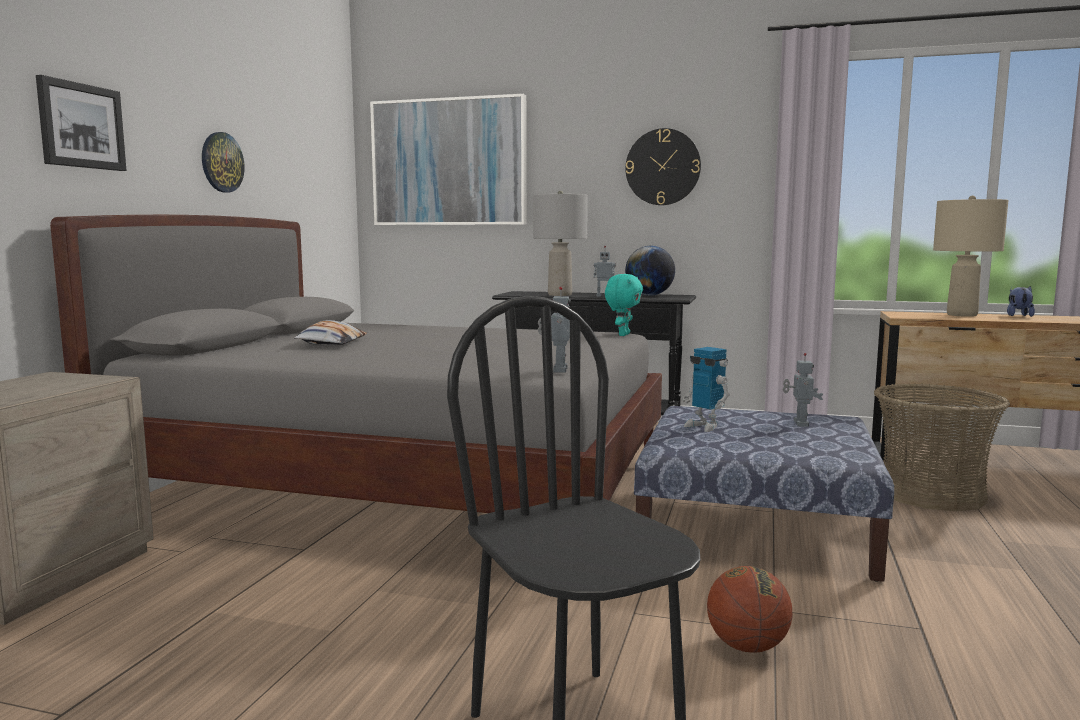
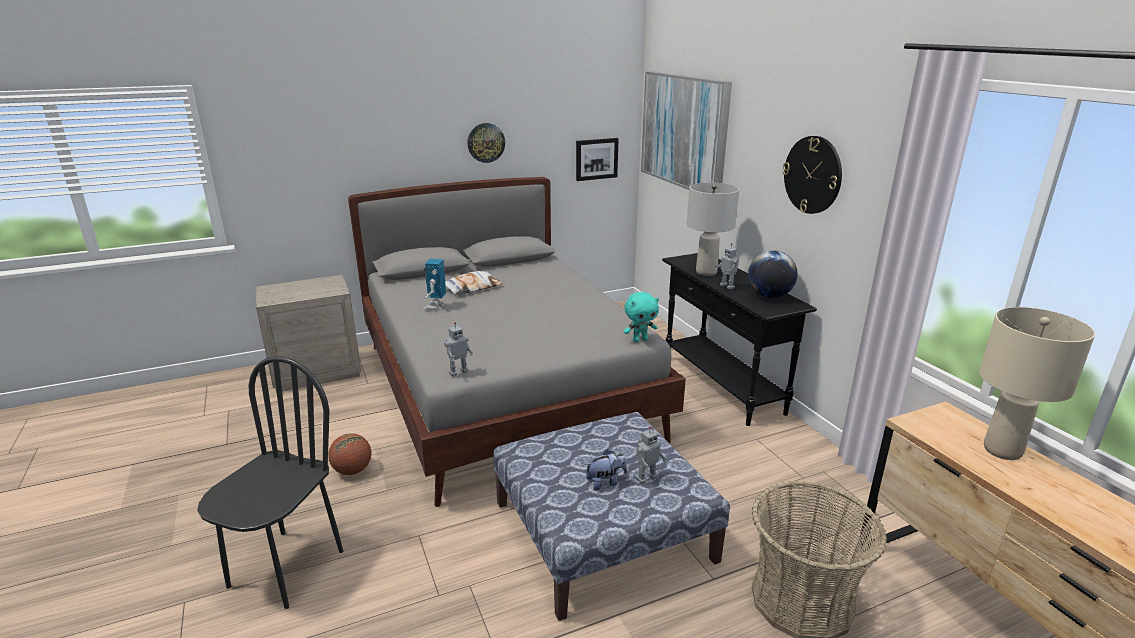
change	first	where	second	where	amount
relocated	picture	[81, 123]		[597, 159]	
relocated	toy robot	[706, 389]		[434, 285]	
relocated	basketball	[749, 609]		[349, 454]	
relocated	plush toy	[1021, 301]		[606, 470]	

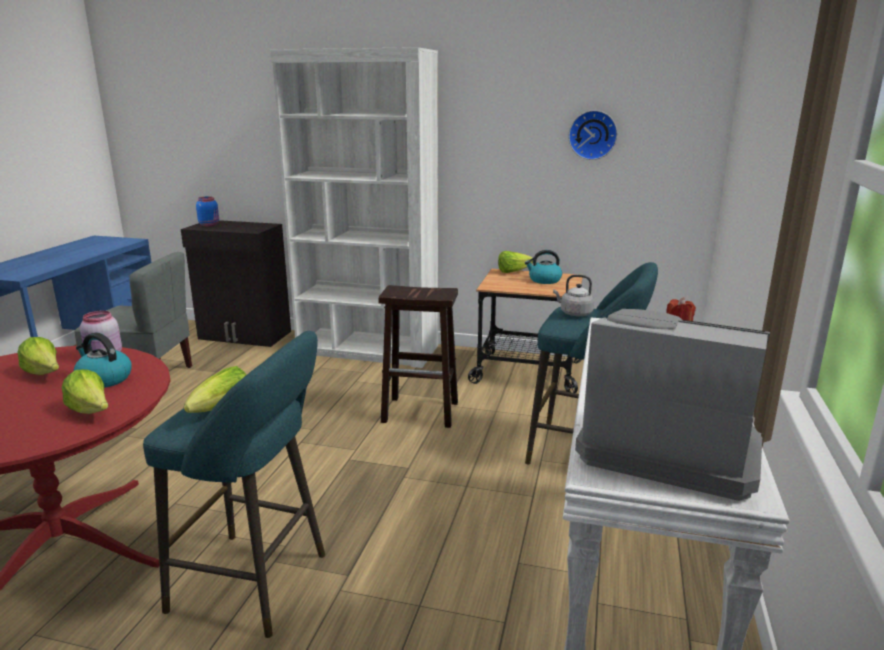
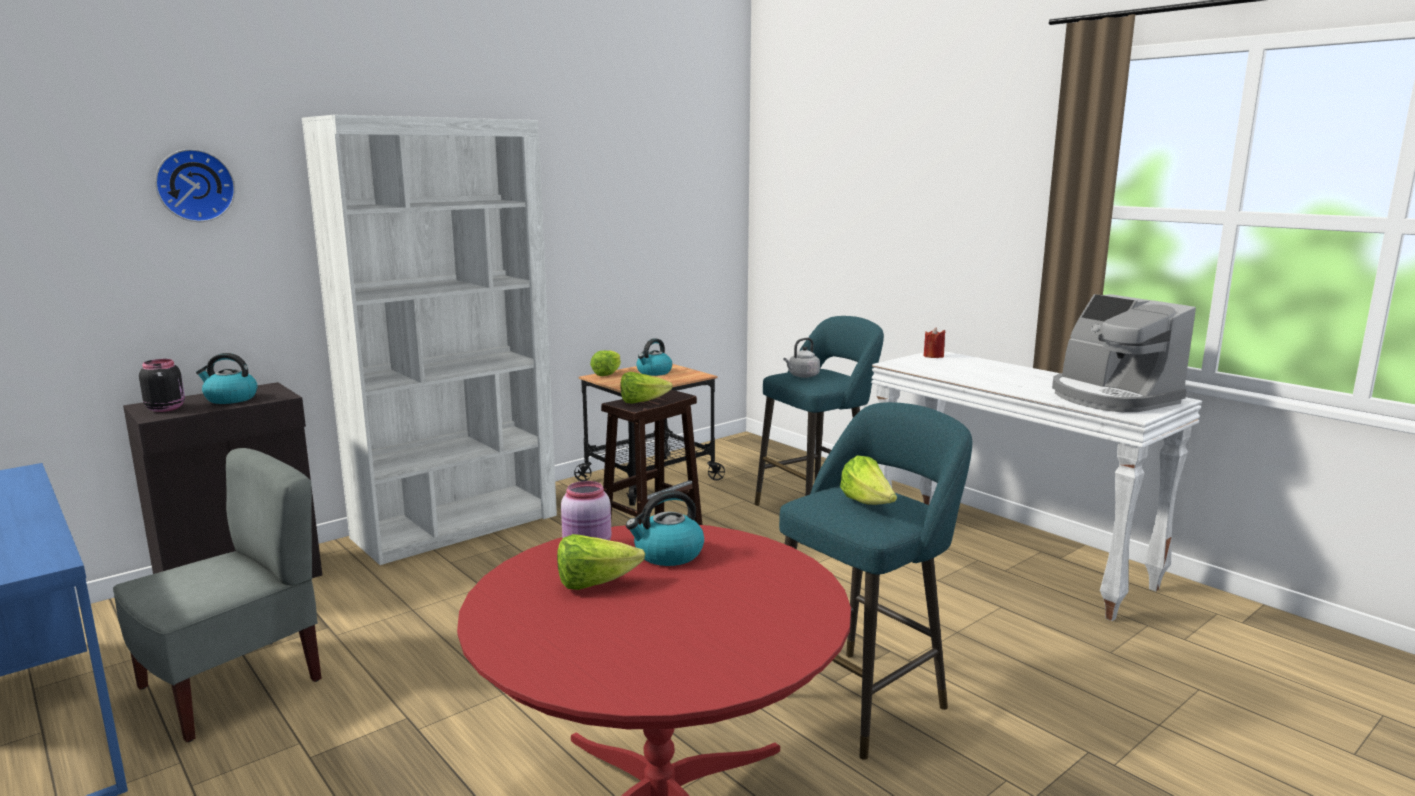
change	first	where	second	where	amount
relocated	lettuce	[85, 391]		[646, 388]	
colour	jar/blue	[207, 211]	jar/black	[162, 385]	
relocated	wall clock	[593, 135]		[195, 185]	
spun	coffee machine	[672, 405]		[1124, 353]	90 degrees counterclockwise
appeared			kettle	[227, 378]	

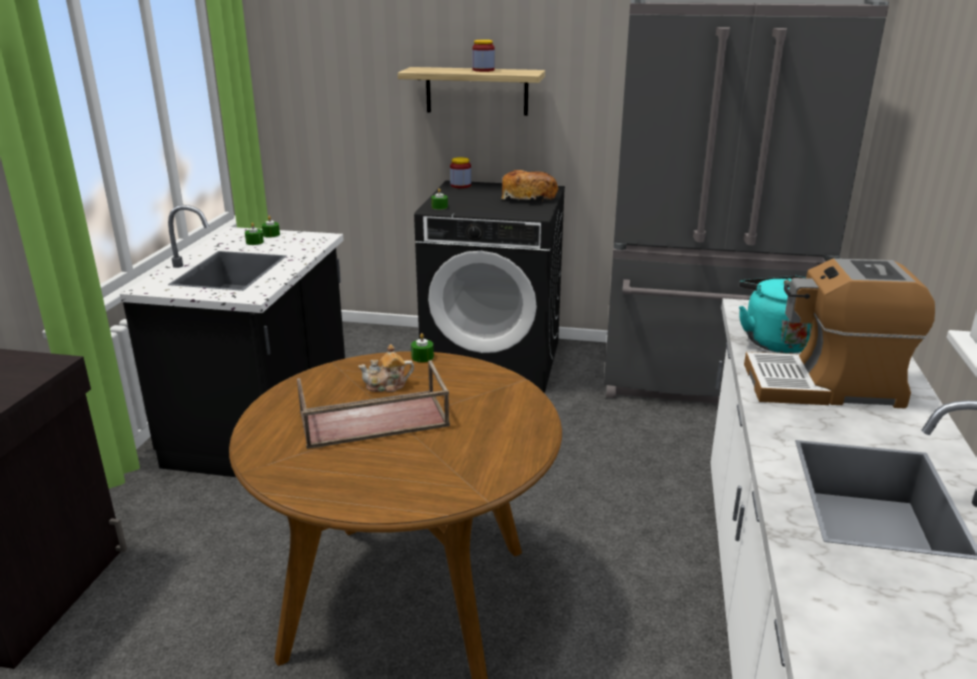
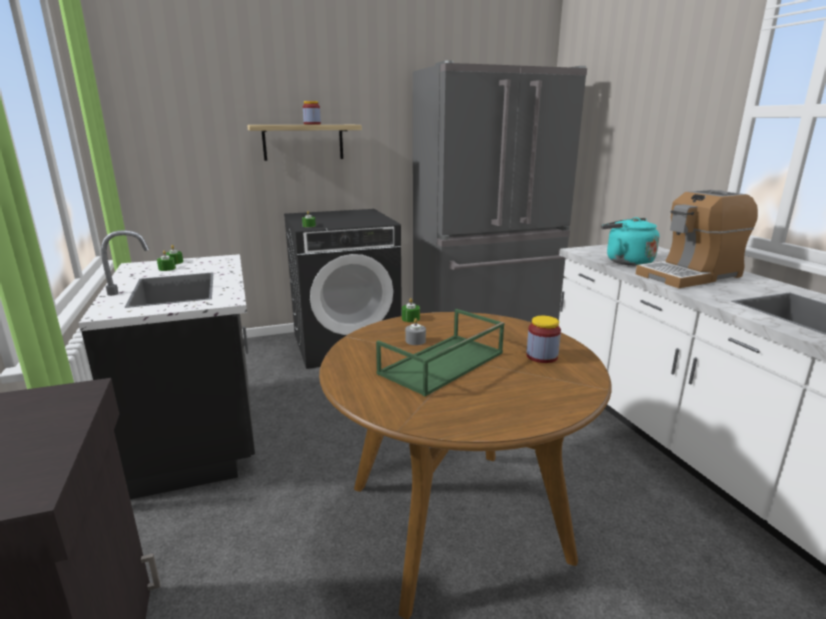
change	first	where	second	where	amount
colour	tray/brown	[373, 404]	tray/green	[440, 352]	
exchanged	teapot	[386, 368]	candle/grey	[415, 331]	
relocated	jar	[460, 172]		[543, 339]	
missing	bread	[530, 185]			

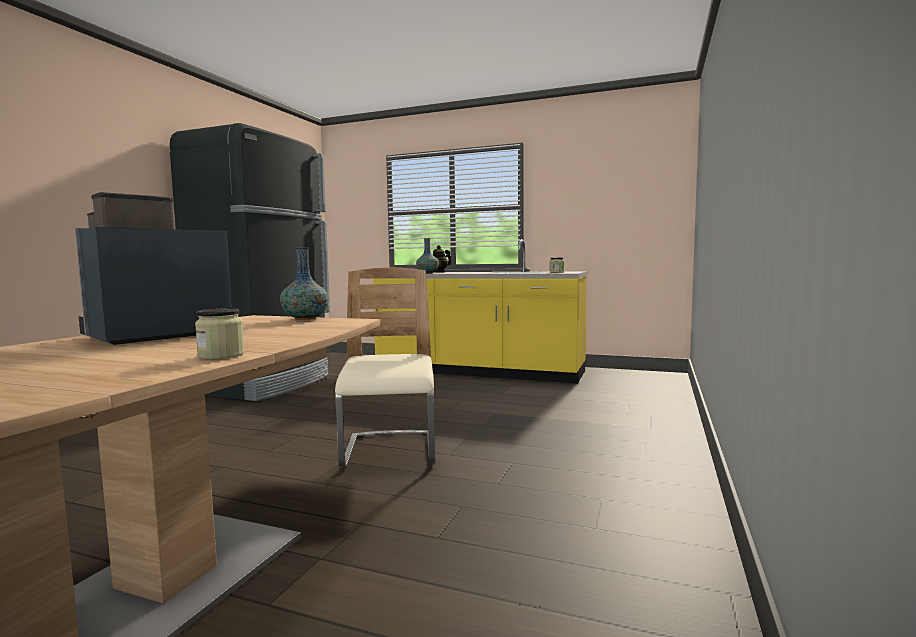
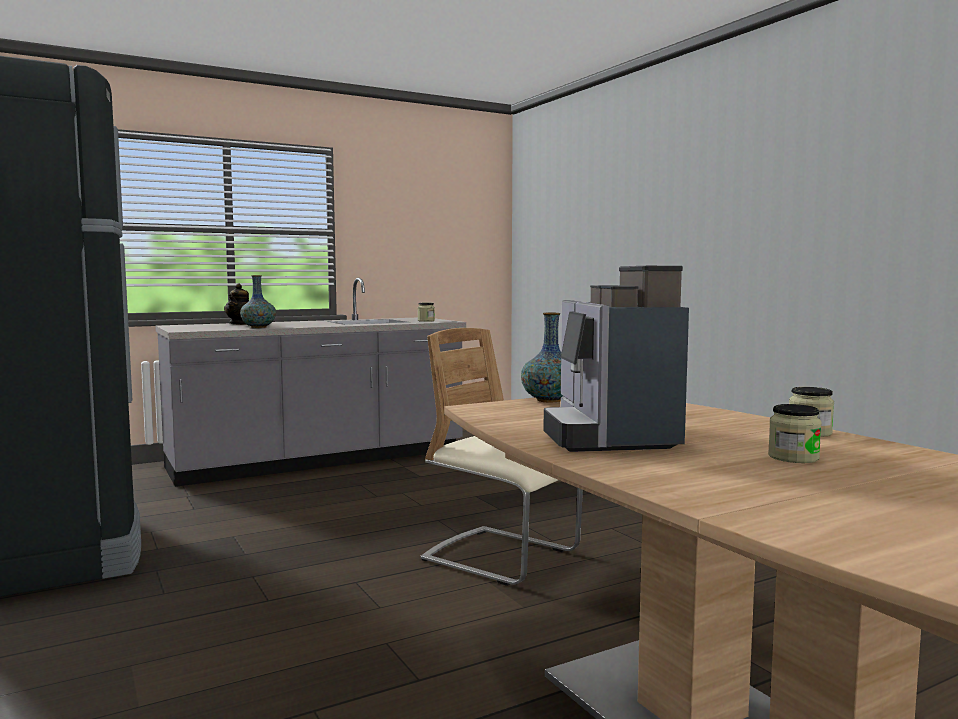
change	first	where	second	where	amount
colour	counter/yellow	[479, 311]	counter/grey	[310, 382]	
appeared			jar	[795, 433]	

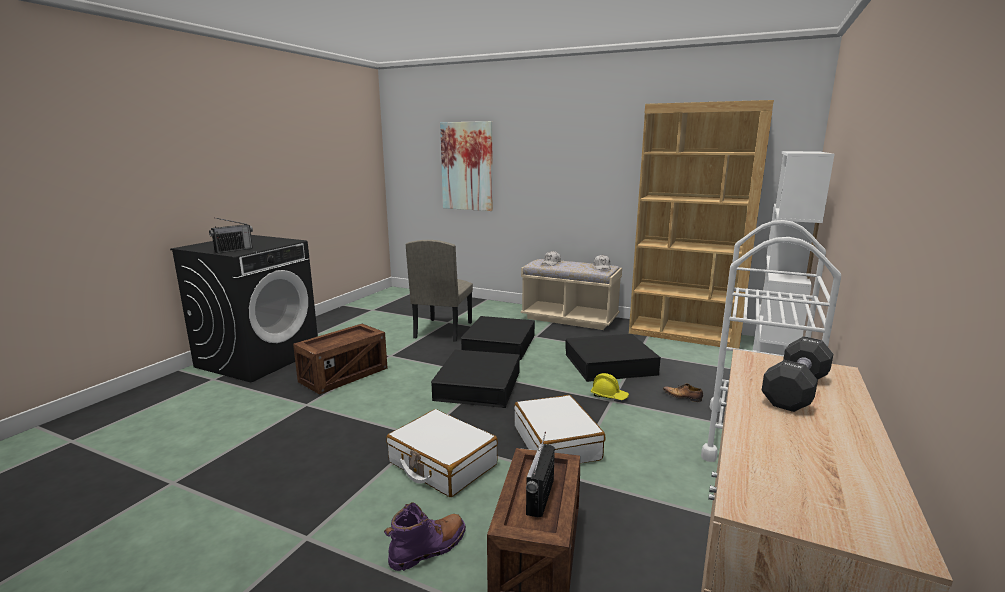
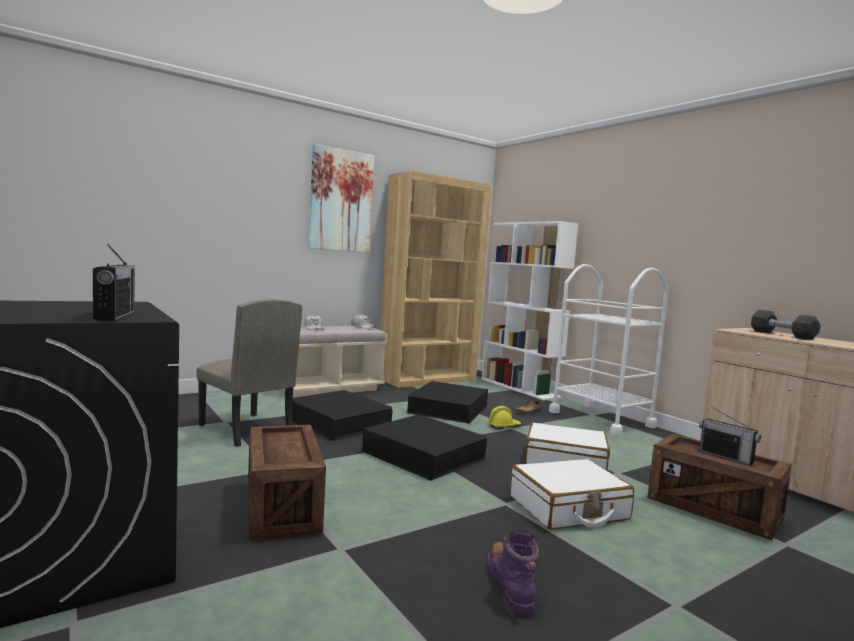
change	first	where	second	where	amount
relocated	boot/purple	[425, 536]		[513, 572]	
relocated	picture	[466, 166]		[341, 198]	

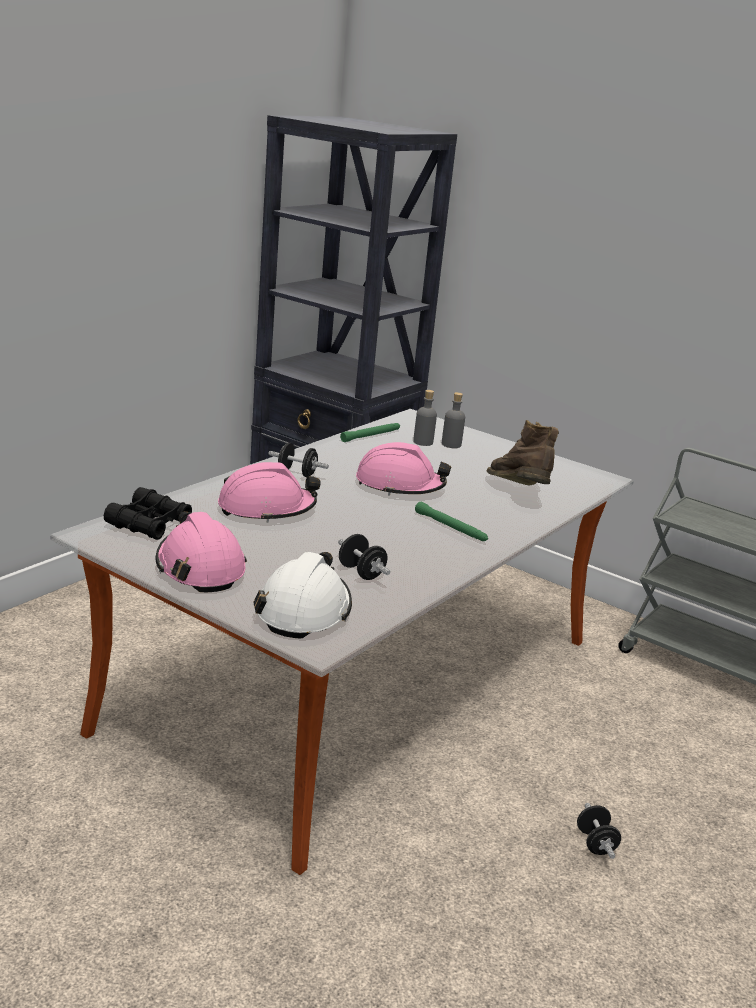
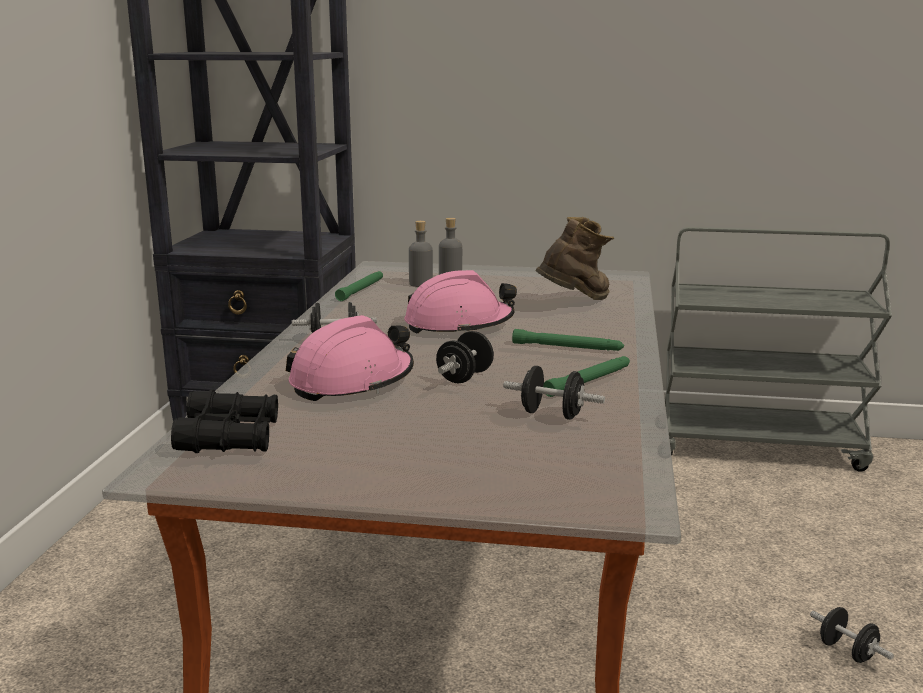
change	first	where	second	where	amount
missing	hard hat/pink	[201, 551]			
missing	hard hat/white	[302, 595]			
spun	boot/brown	[522, 452]		[574, 258]	90 degrees clockwise
appeared			dumbbell/black	[465, 357]	
appeared			flashlight/green	[587, 376]	

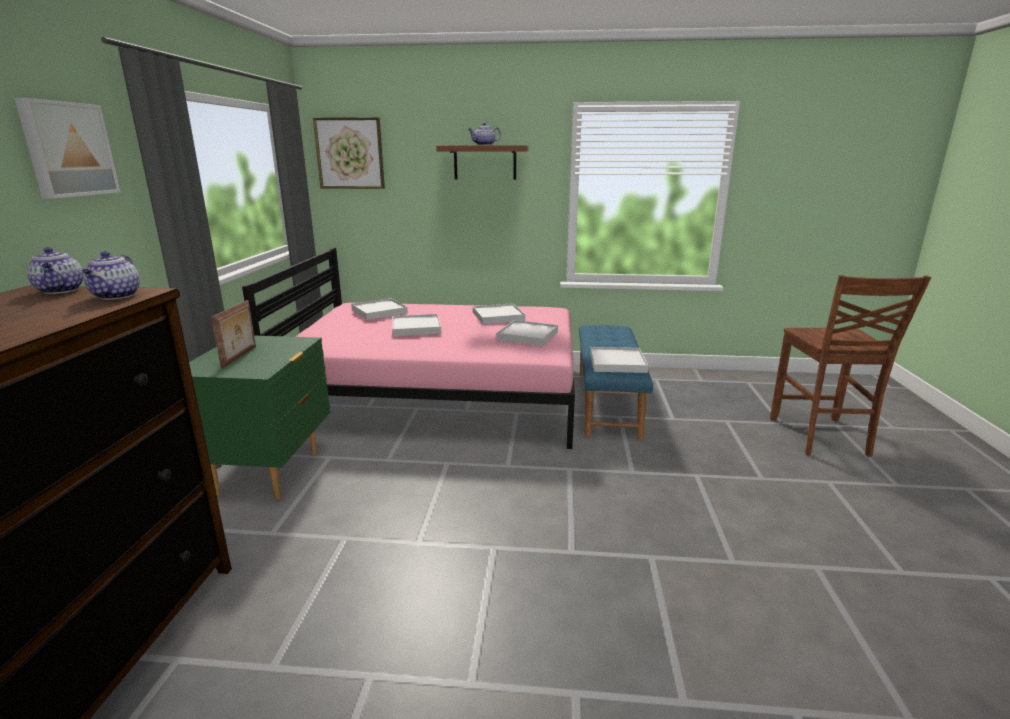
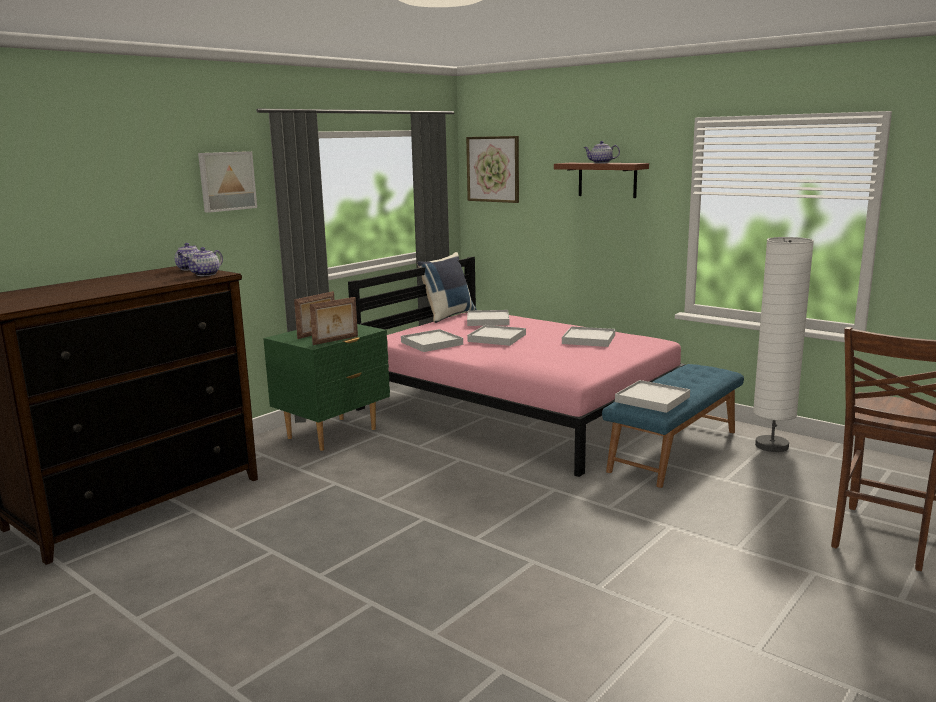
change	first	where	second	where	amount
relocated	tray/white	[527, 333]		[432, 340]	
appeared			picture frame	[334, 321]	
appeared			pillow/blue	[447, 287]	
appeared			floor lamp/white	[783, 344]	

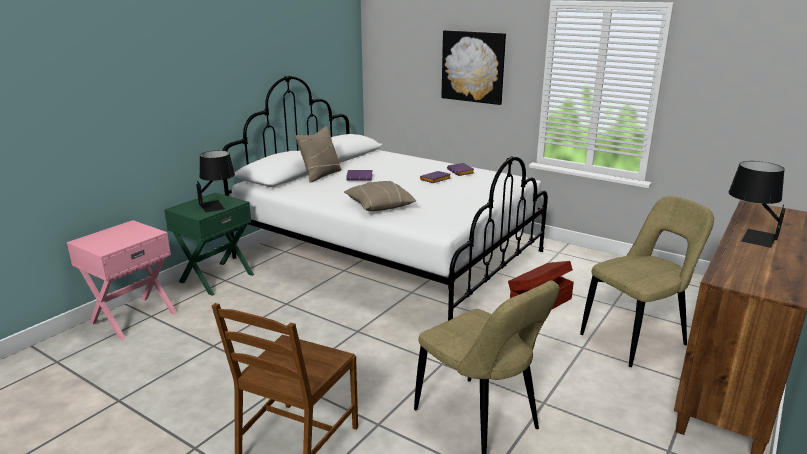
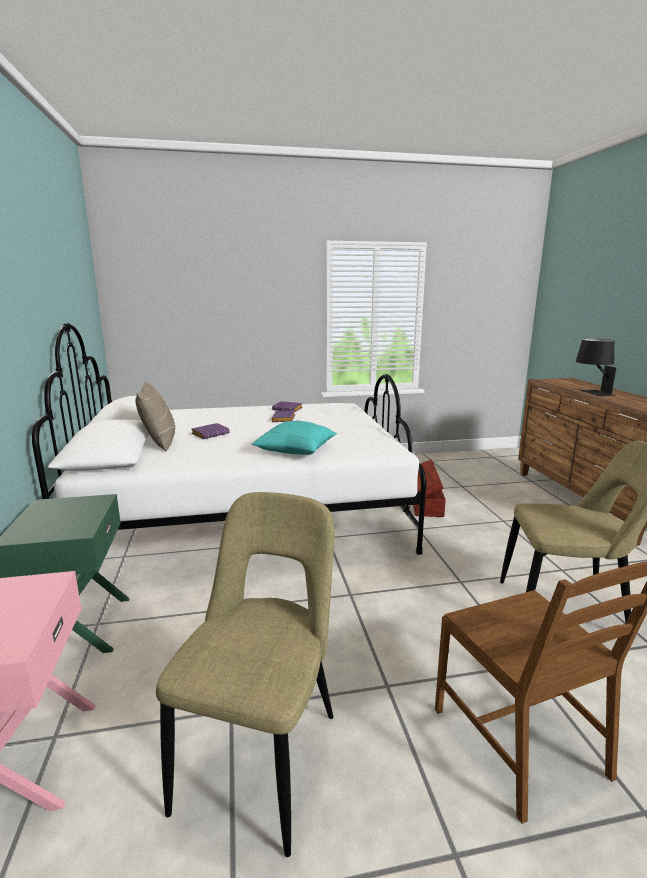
change	first	where	second	where	amount
missing	table lamp/black	[215, 181]			
colour	pillow/beige	[380, 196]	pillow/turquoise	[294, 438]	
missing	picture	[473, 67]			
relocated	chair/beige	[647, 281]		[245, 674]	

